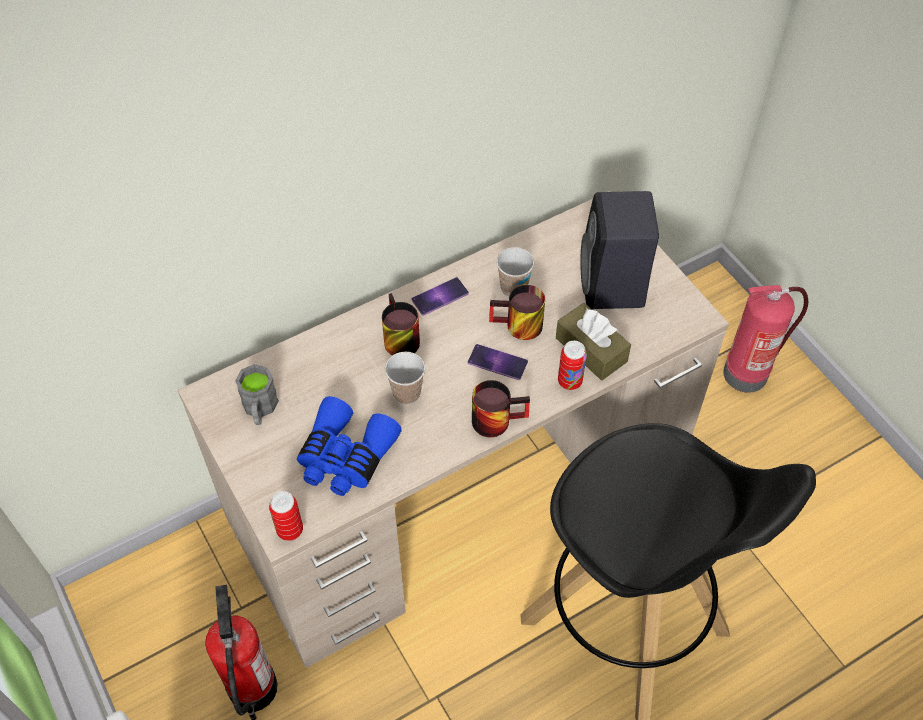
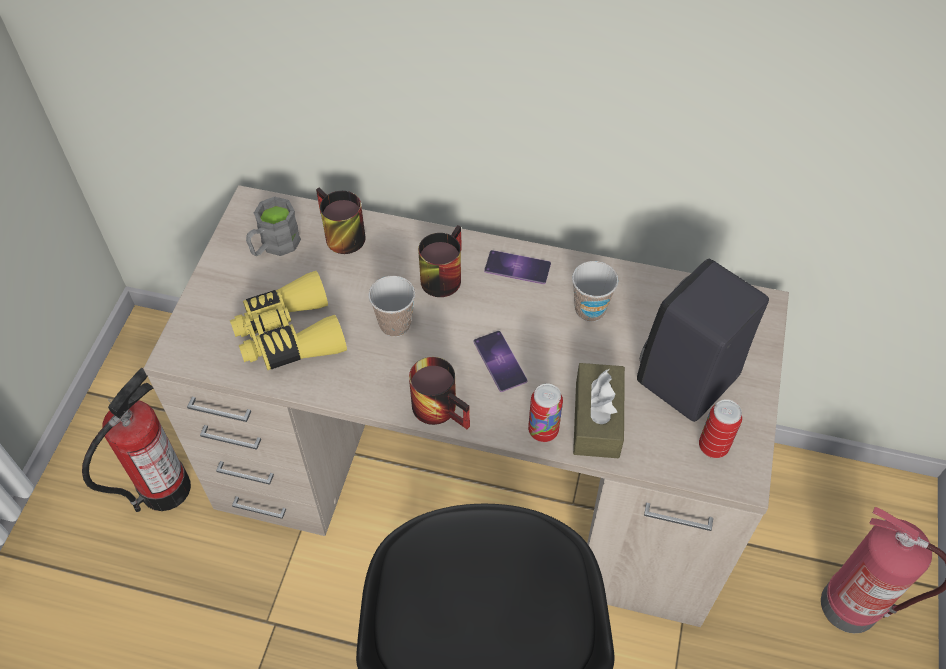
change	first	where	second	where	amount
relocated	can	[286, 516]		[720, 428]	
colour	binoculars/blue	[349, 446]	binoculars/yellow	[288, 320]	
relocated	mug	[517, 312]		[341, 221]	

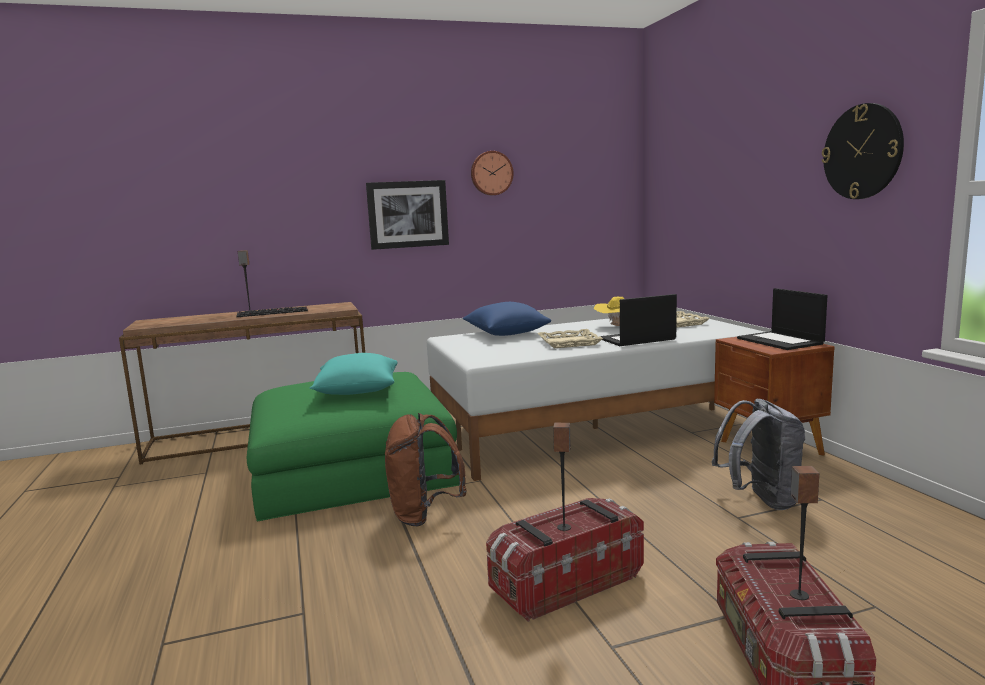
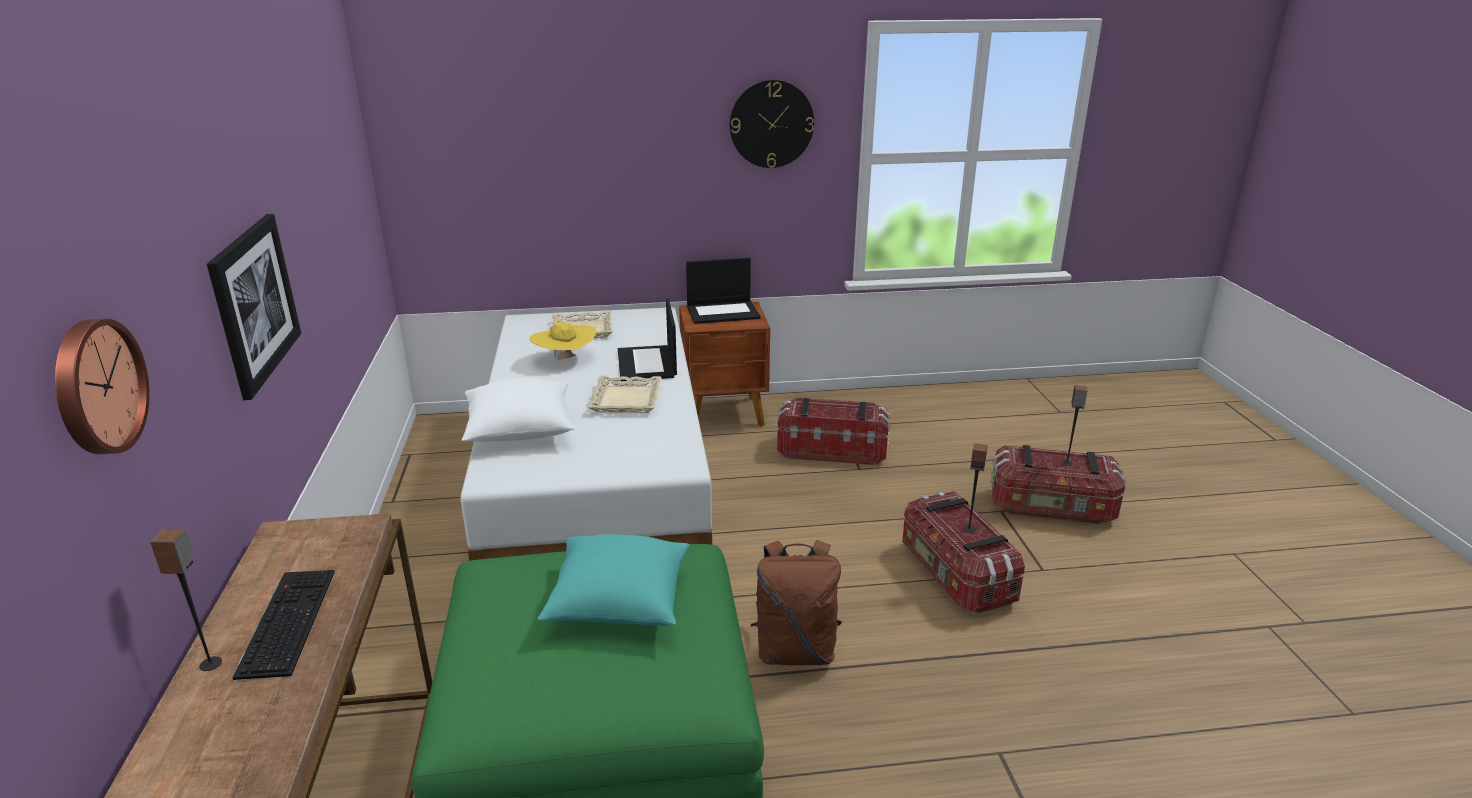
change	first	where	second	where	amount
colour	pillow/blue	[507, 319]	pillow/white	[518, 410]	
relocated	wall clock	[492, 173]		[102, 386]	
exchanged	backpack/grey	[758, 454]	storage box	[833, 431]	

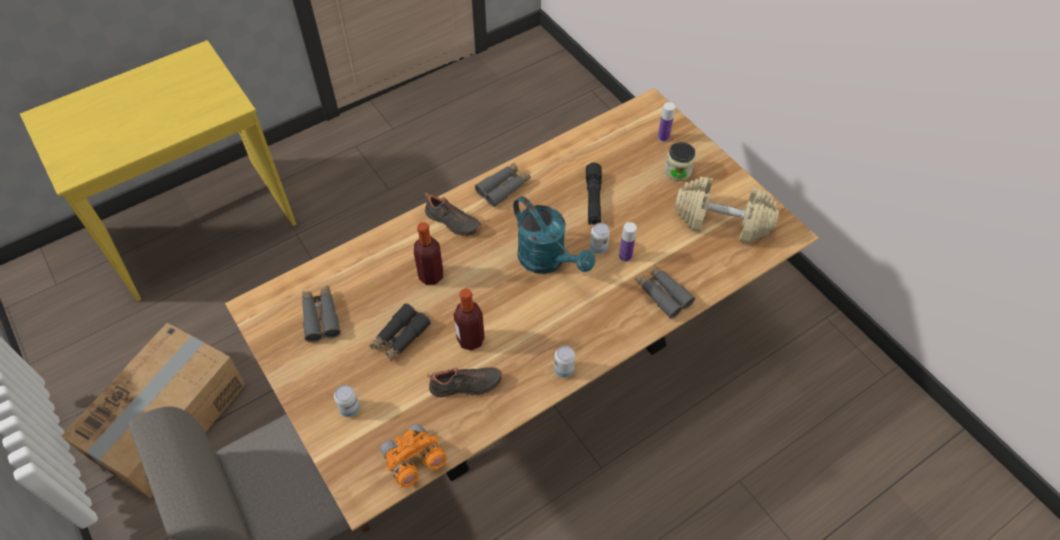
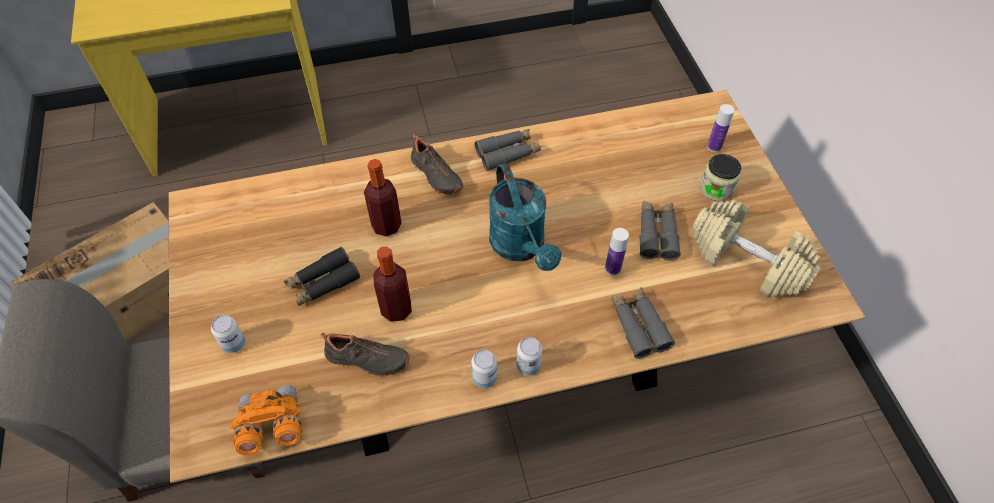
change	first	where	second	where	amount
relocated	binoculars/grey	[321, 313]		[660, 230]	
missing	flashlight/black	[594, 194]			
relocated	can	[600, 238]		[529, 356]	

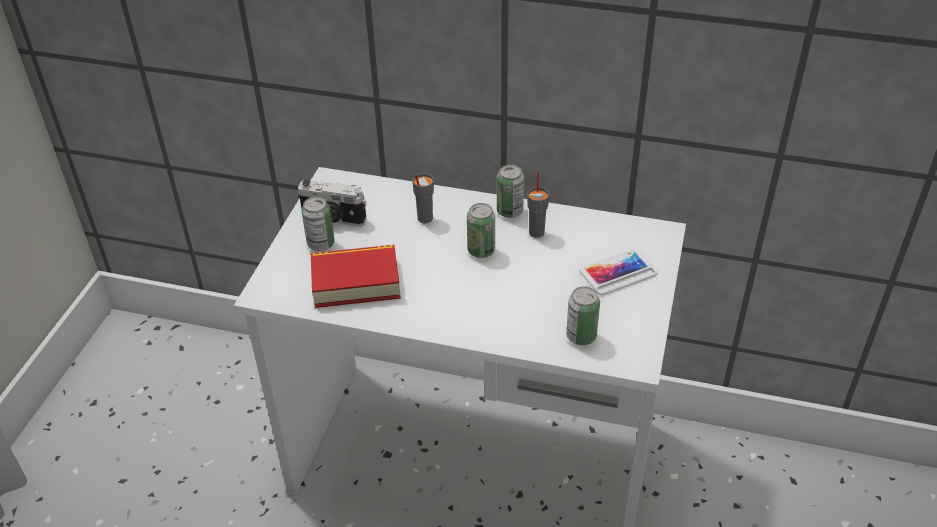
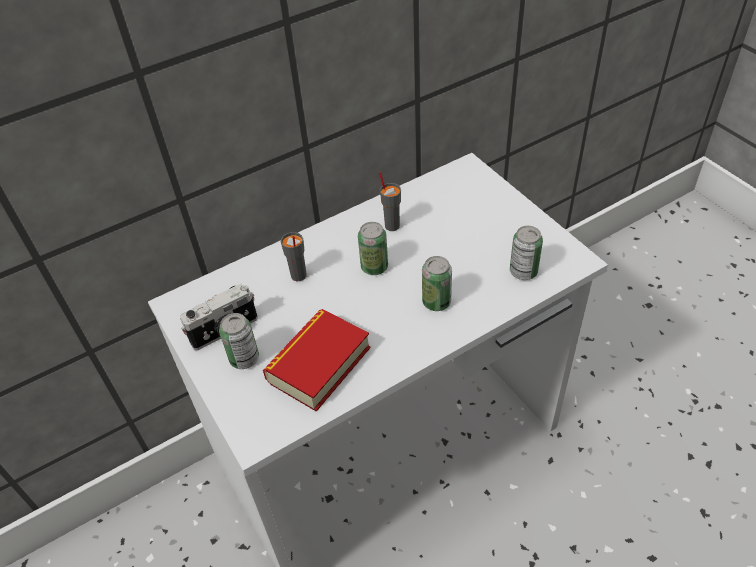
change	first	where	second	where	amount
relocated	can	[510, 191]		[437, 283]	
missing	phone	[618, 271]			

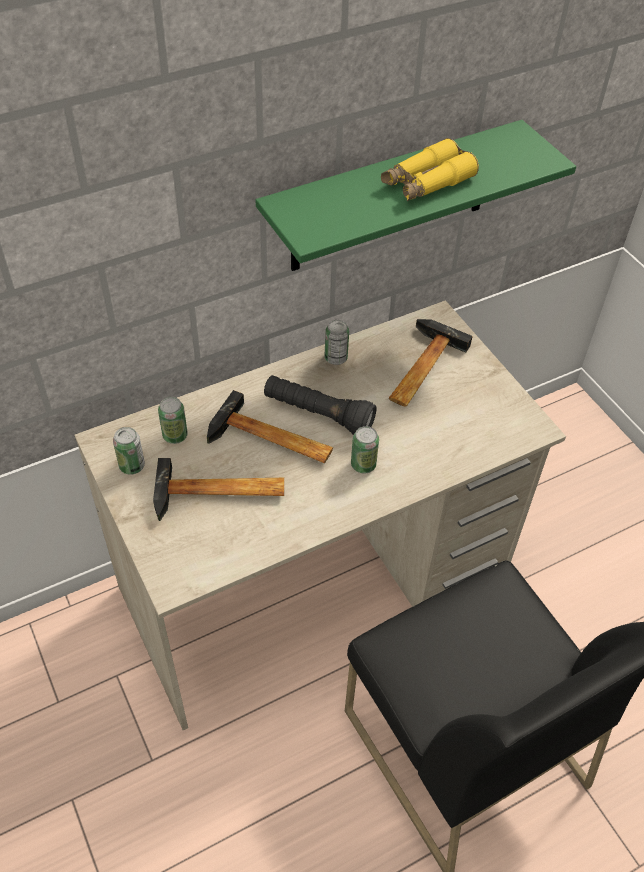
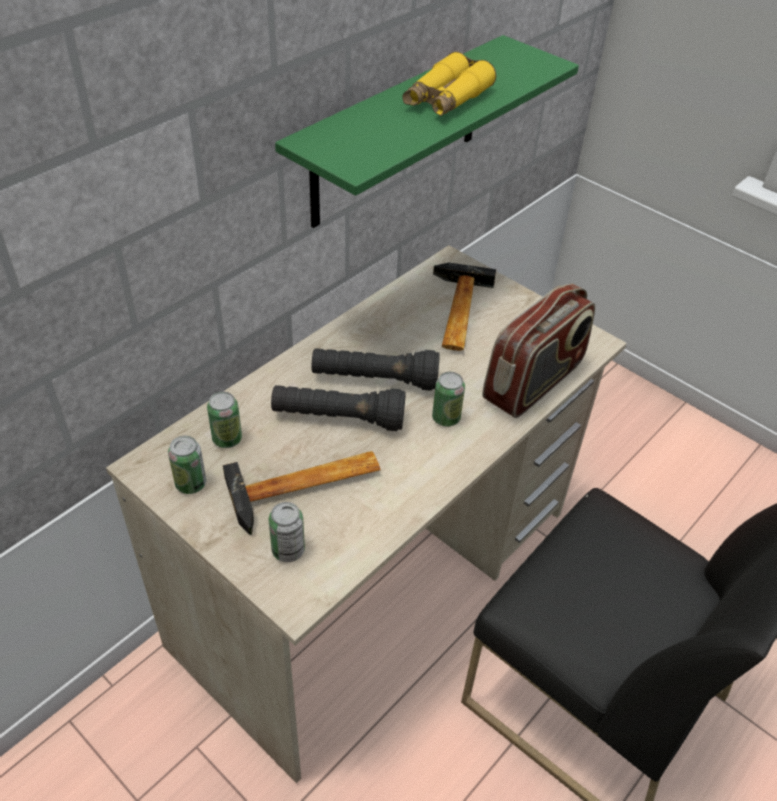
change	first	where	second	where	amount
exchanged	hammer	[270, 426]	flashlight/black	[338, 408]	
relocated	can	[337, 342]		[287, 532]	
appeared			radio	[539, 351]	

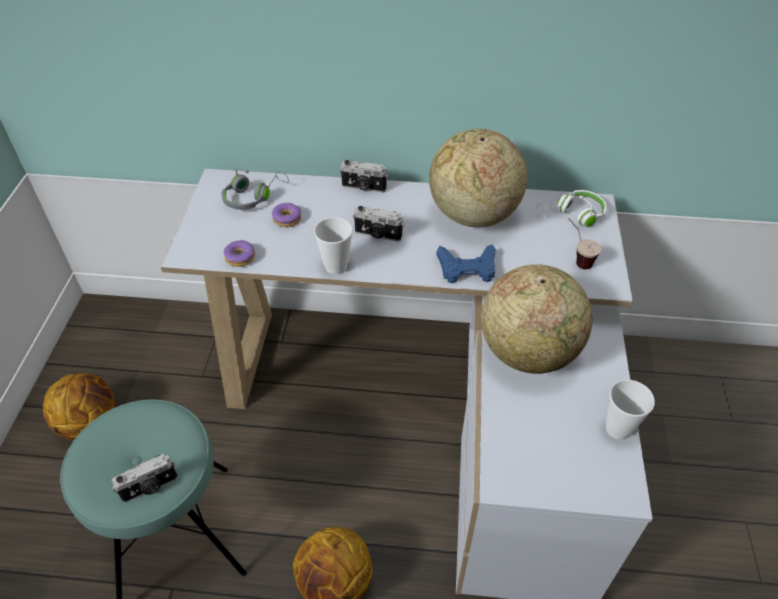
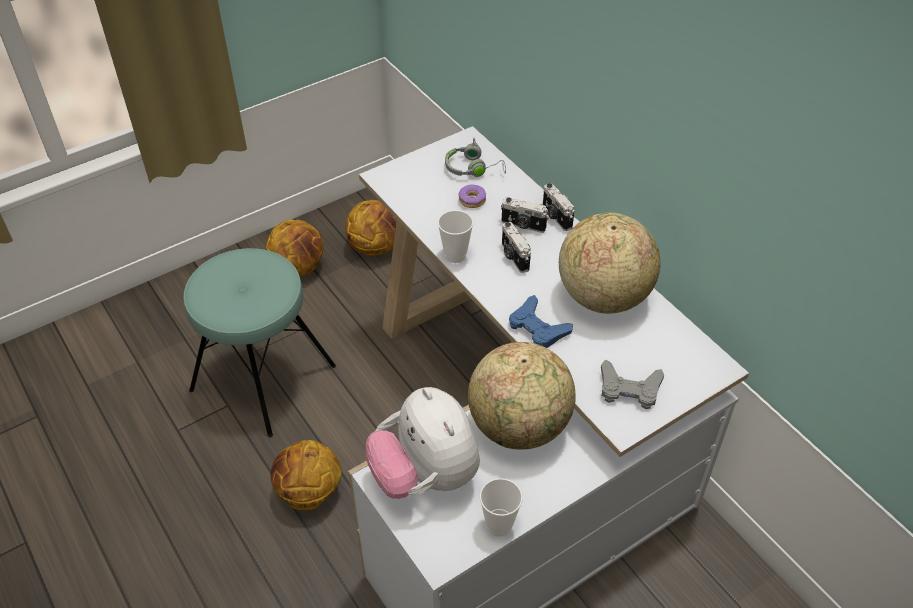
change	first	where	second	where	amount
relocated	photo camera	[145, 478]		[525, 215]	
missing	donut	[239, 253]			
missing	headphones/white	[571, 208]			
exchanged	cup	[584, 243]	game controller/grey	[632, 384]	
appeared			basketball	[371, 228]	
appeared			plush toy	[422, 443]	

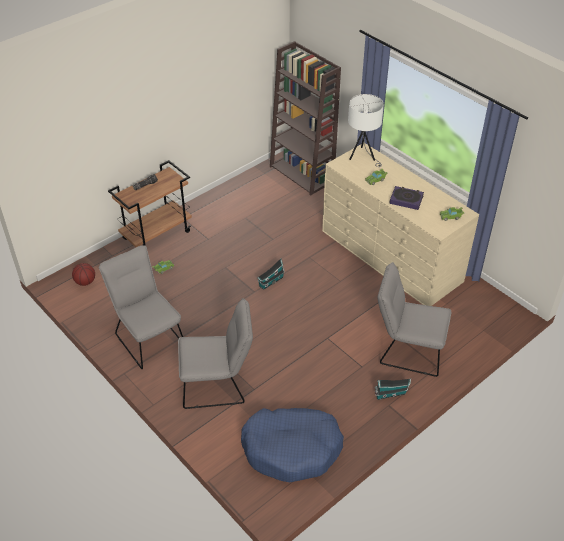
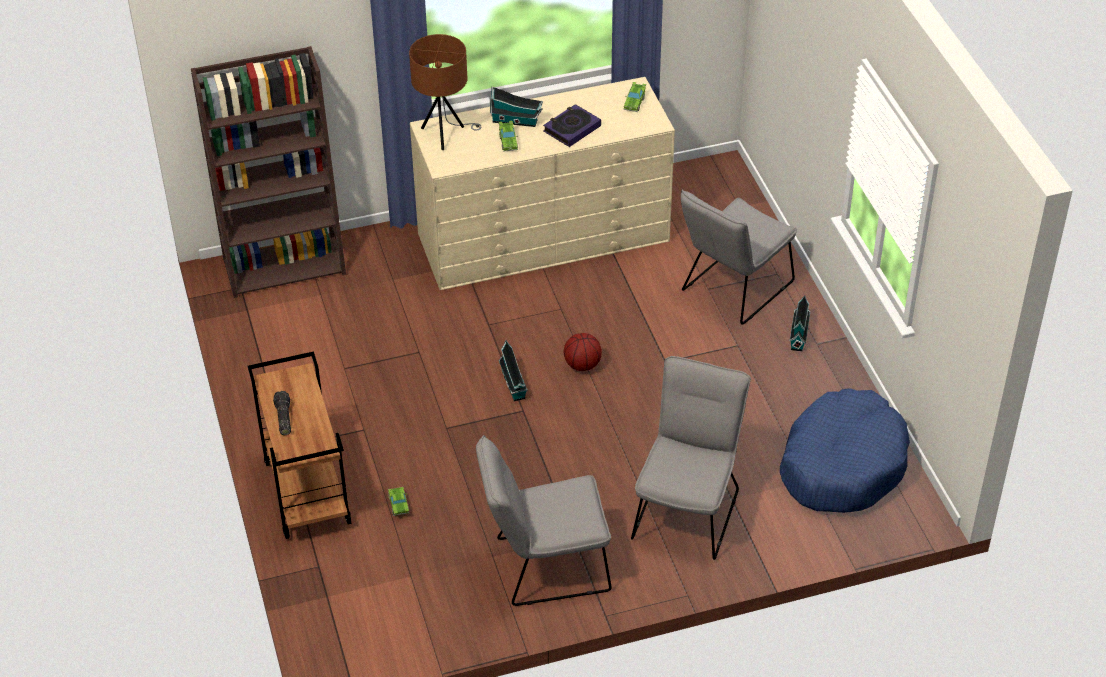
change	first	where	second	where	amount
relocated	basketball	[83, 274]		[583, 352]	
colour	table lamp/white	[366, 130]	table lamp/brown	[445, 92]	
appeared			toy house	[516, 106]	

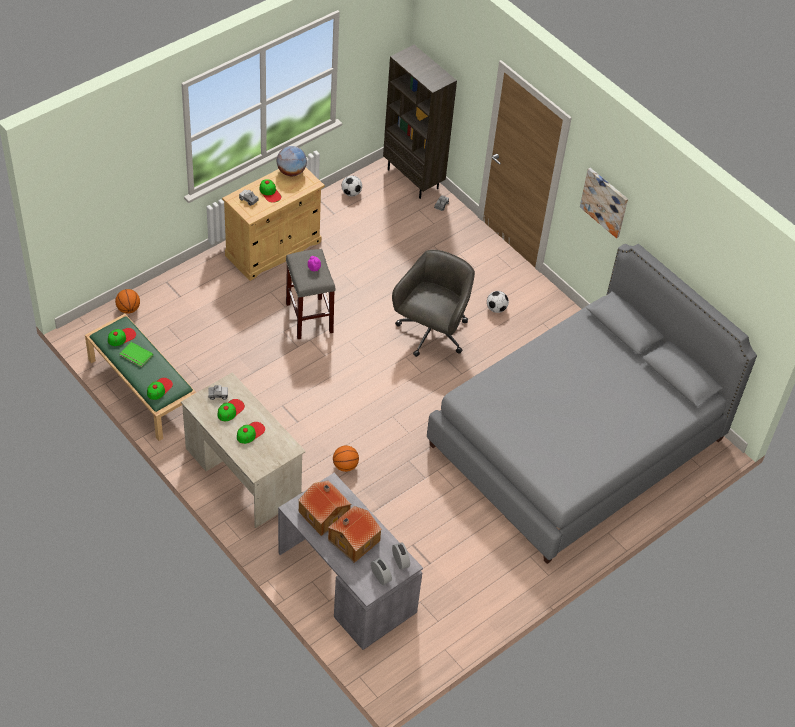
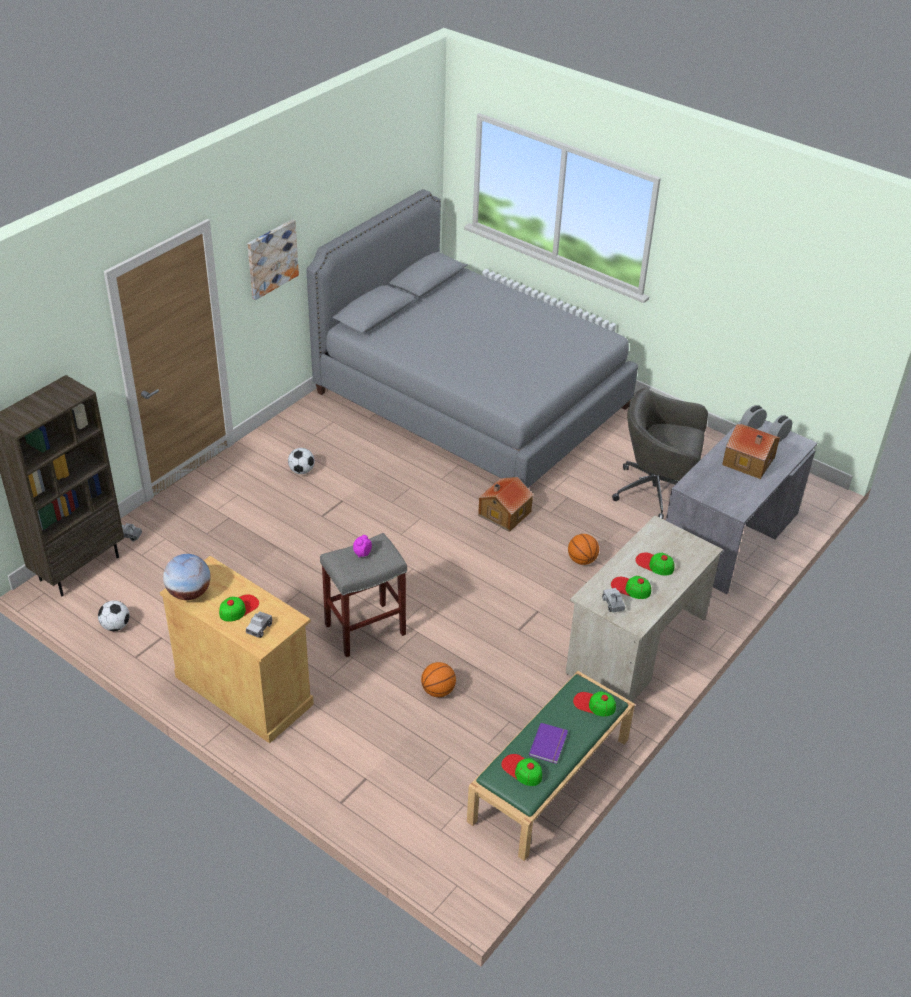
change	first	where	second	where	amount
relocated	basketball	[127, 301]		[438, 679]	
colour	book/green	[136, 355]	book/purple	[548, 743]	
relocated	toy house	[324, 508]		[505, 504]	
relocated	office chair/grey	[433, 303]		[660, 453]	

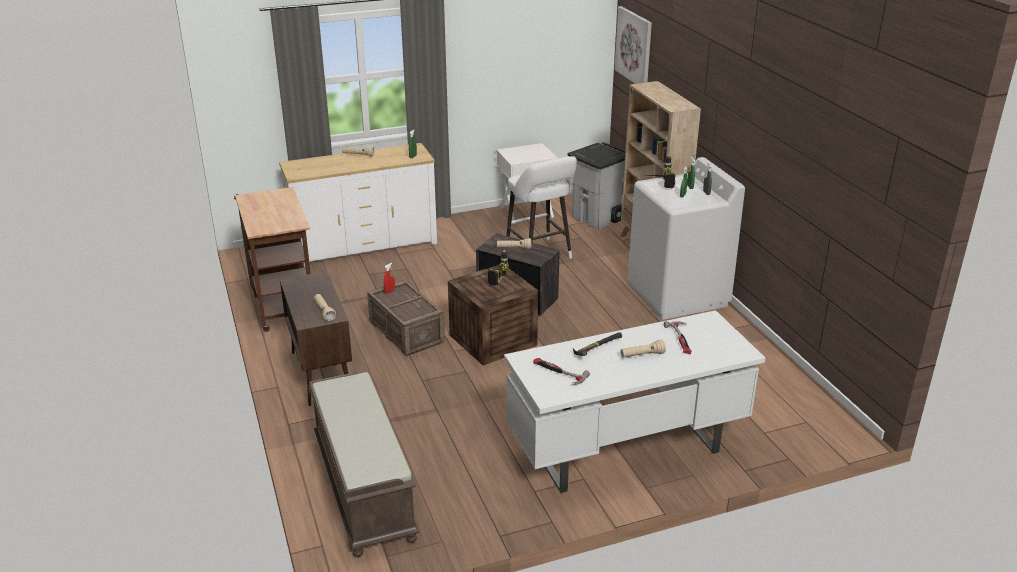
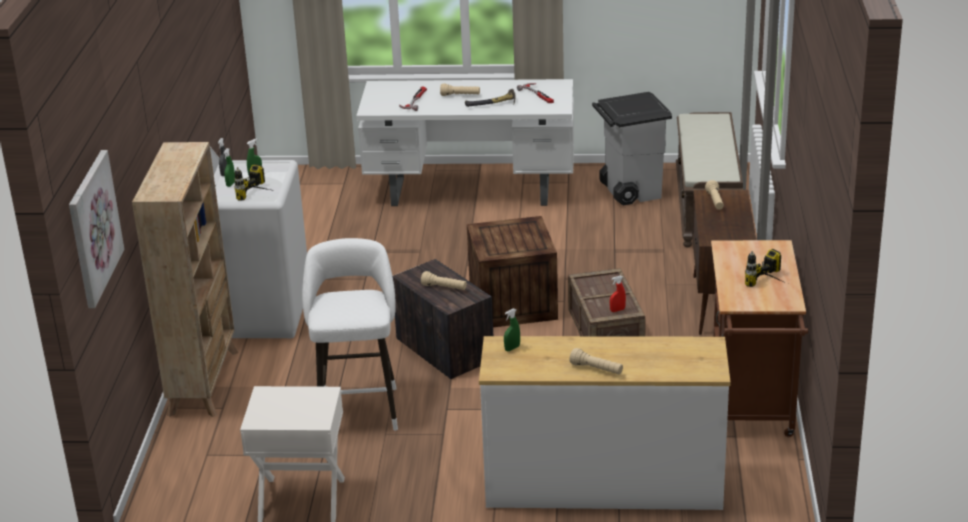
change	first	where	second	where	amount
relocated	power drill	[495, 267]		[766, 268]	
relocated	trash can/grey	[596, 186]		[632, 149]	

